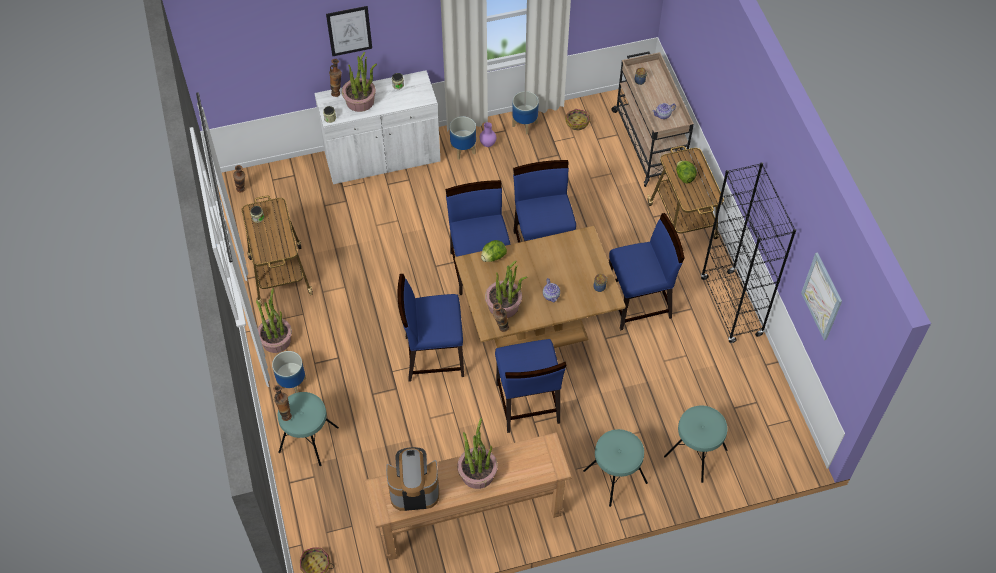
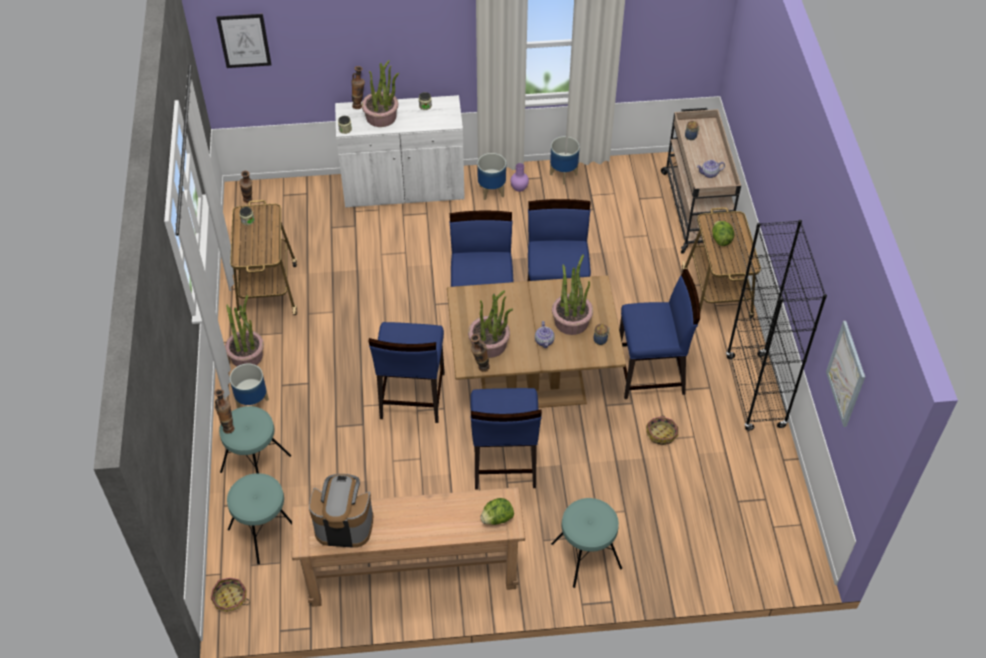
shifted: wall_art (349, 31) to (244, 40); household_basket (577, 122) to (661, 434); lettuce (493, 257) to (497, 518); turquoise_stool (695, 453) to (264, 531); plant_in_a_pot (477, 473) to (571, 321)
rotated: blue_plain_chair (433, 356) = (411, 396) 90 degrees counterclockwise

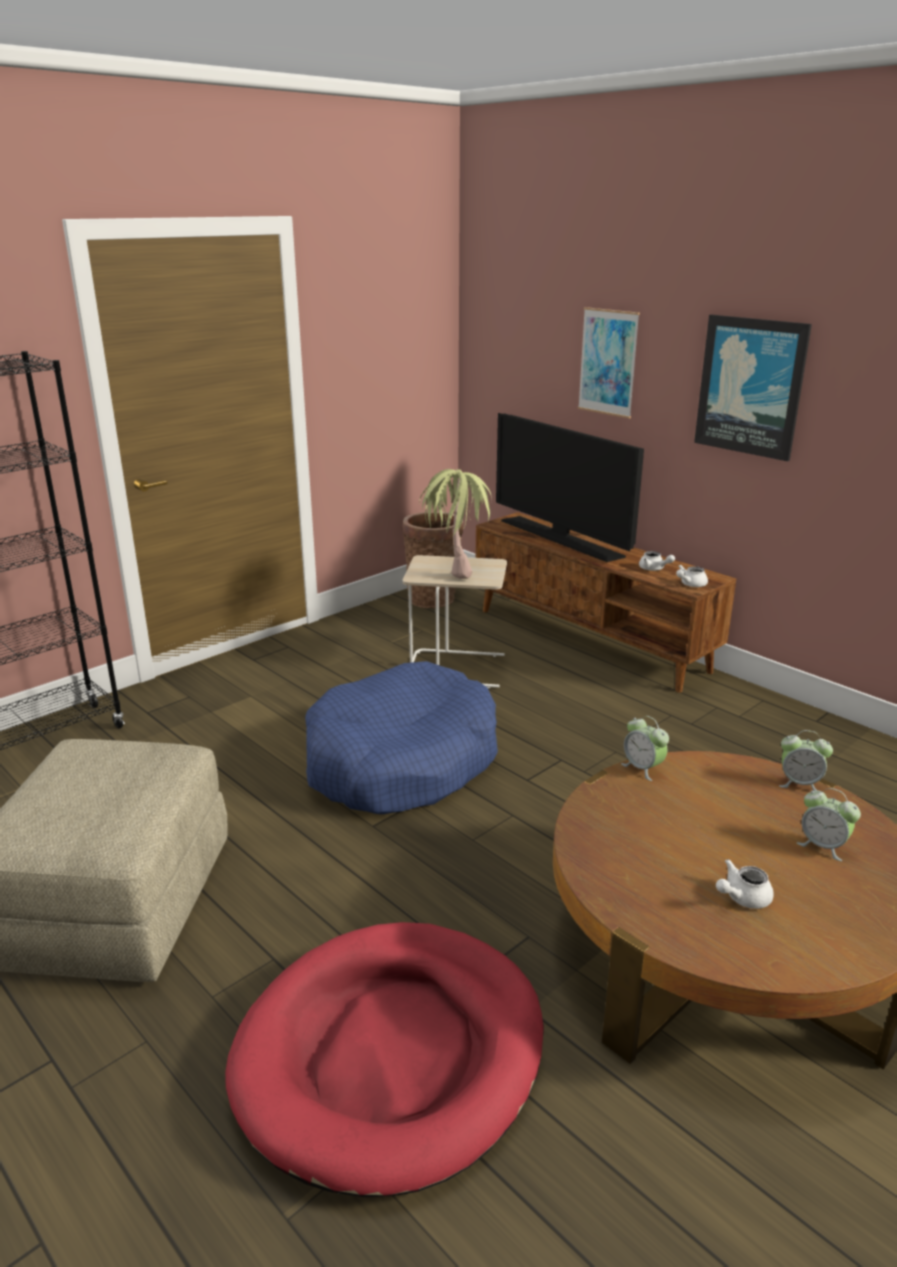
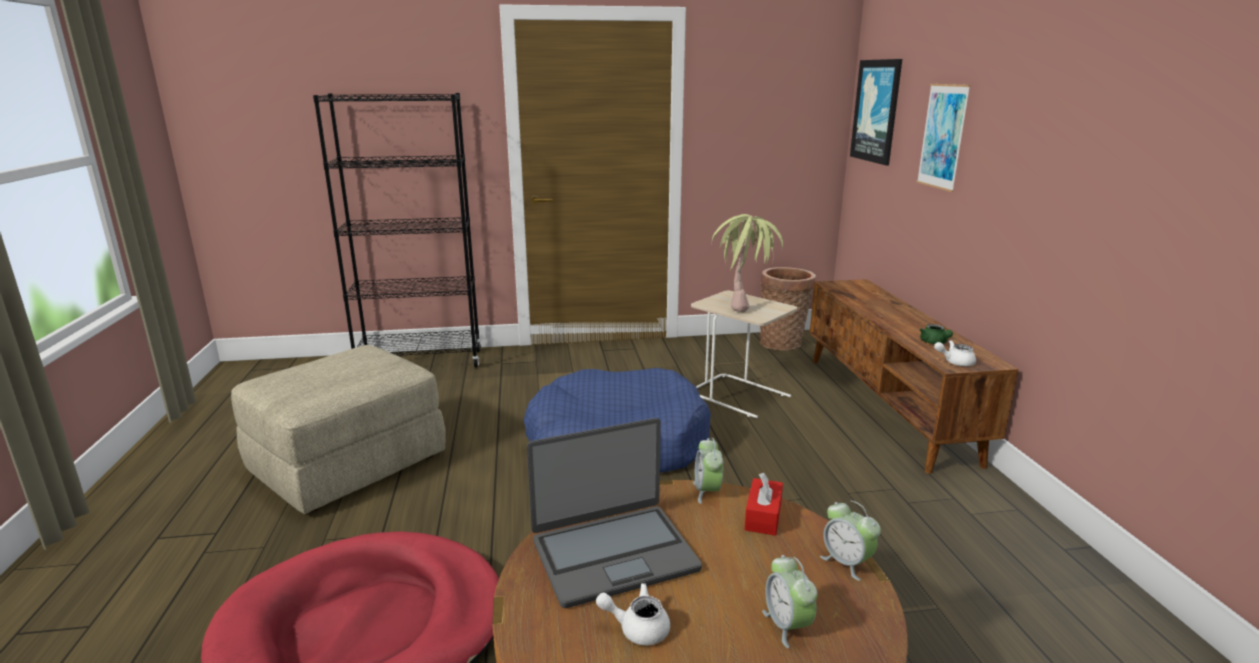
gone: TV (561, 539)
new: notebook_computer (613, 554); red-coloured_tissue_holder (763, 516)
shifted: wall_art (751, 386) to (876, 111)
repainted: white-coloured_teapot (654, 569) to green-coloured_teapot (934, 343)

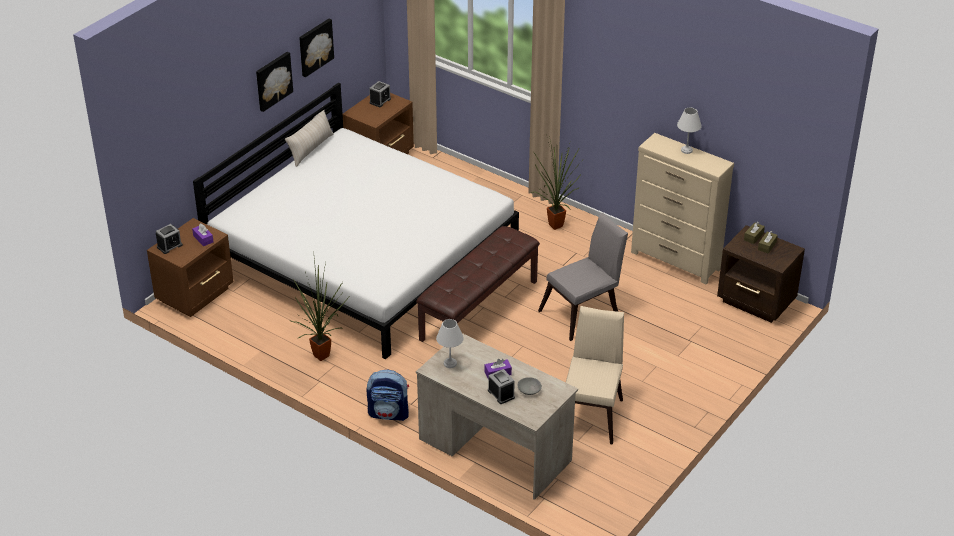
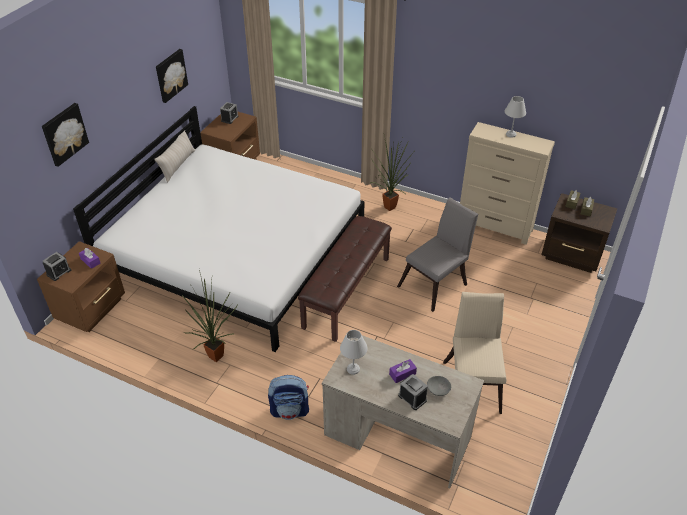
shifted: wall_art (273, 80) to (64, 134)

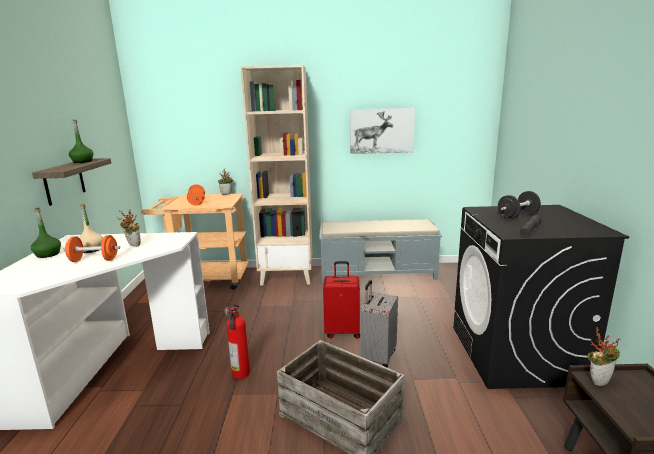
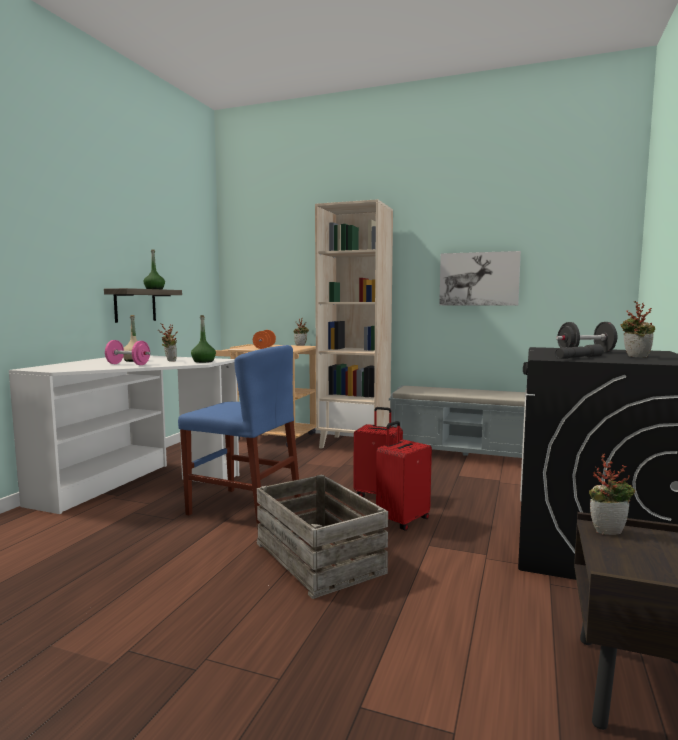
new: plant_in_a_pot (634, 357)
shifted: green-coloured_bottle (48, 254) to (203, 361)
swapped: fire-fighting_cylinder (240, 374) to blue_plain_chair (244, 508)
repainted: orange_free_weight (94, 260) to pink-coloured_free_weight (128, 364); grey_piece_of_luggage (378, 357) to red-coloured_piece_of_luggage (402, 520)

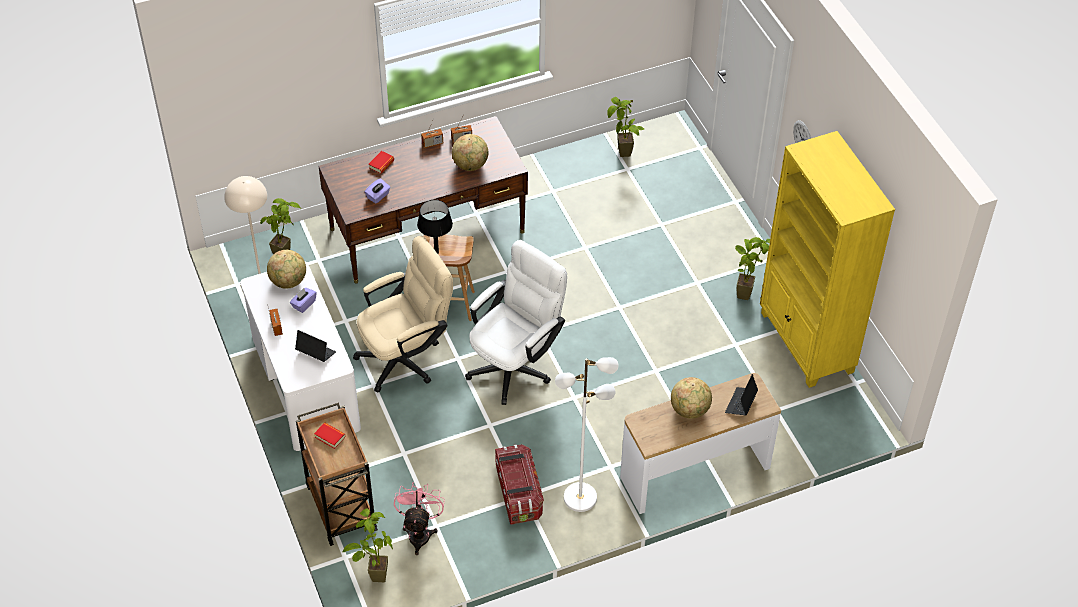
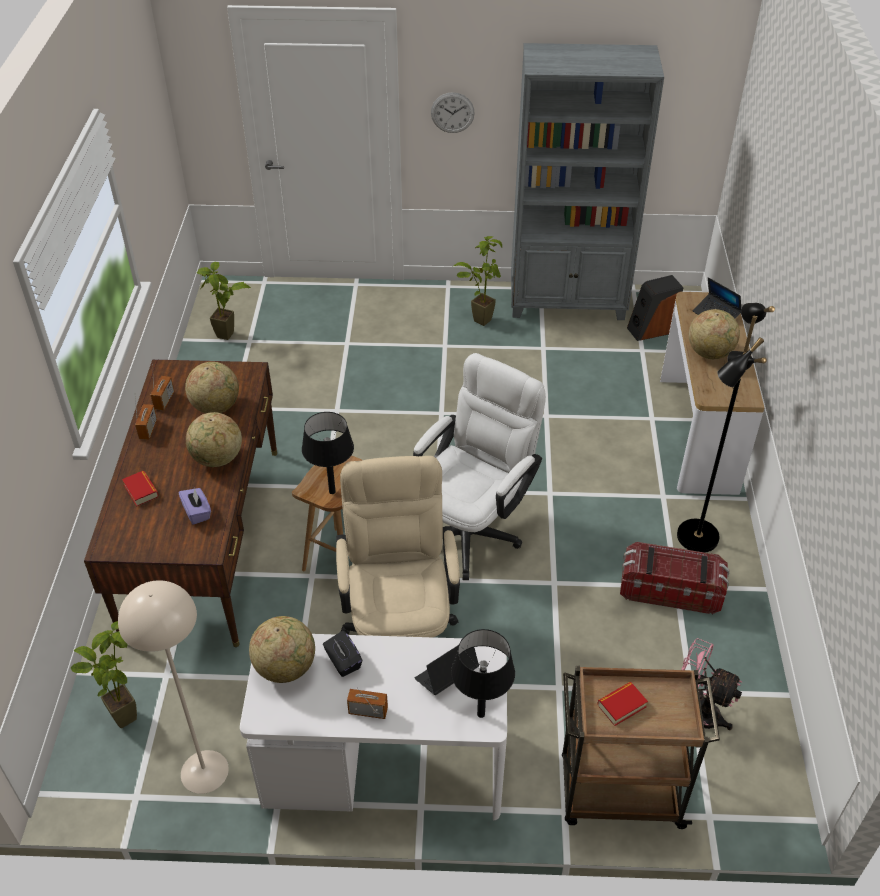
gone: plant_in_a_pot (373, 574)
new: loudspeaker (651, 329); world_globe (217, 459); black_tabletop_lamp (481, 714)
repainted: yellowish_bookcase (806, 343) to grey_bookcase (568, 303); purplish_tissue_holder (304, 304) to black_tissue_holder (343, 662); white-coloured_floor_lamp (580, 496) to black_floor_lamp (696, 536)
rotated: white-coloured_desk_chair (516, 364) = (473, 527) 60 degrees clockwise

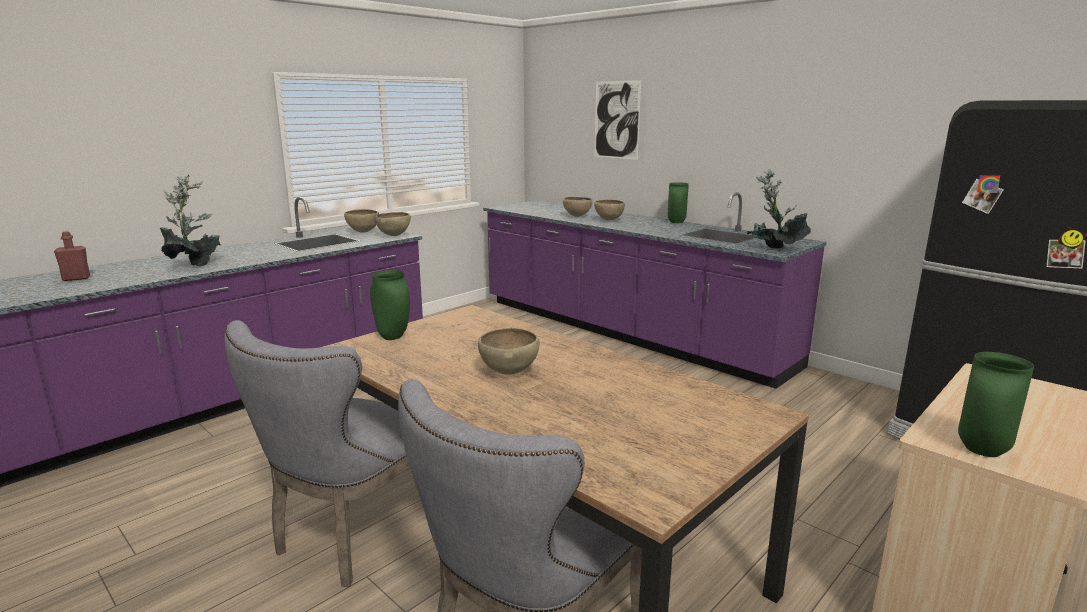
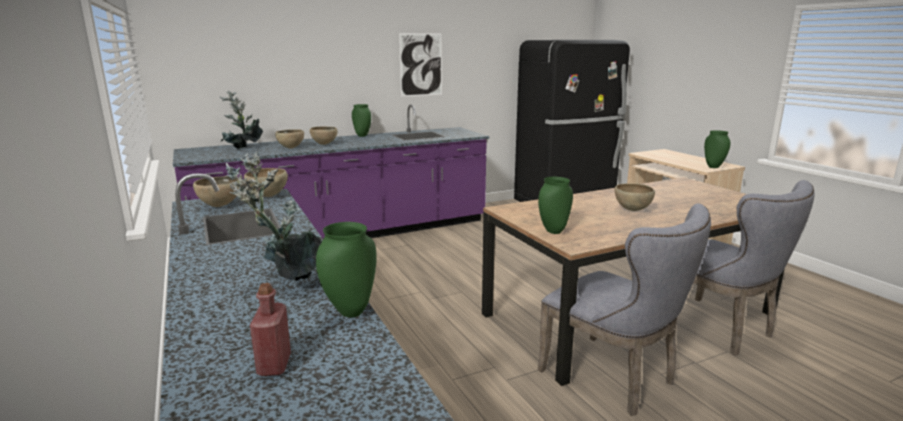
new: green-coloured_decorative_vase (350, 311)
shifted: wall_art (616, 120) to (421, 64); plant_in_a_pot (773, 250) to (243, 149)

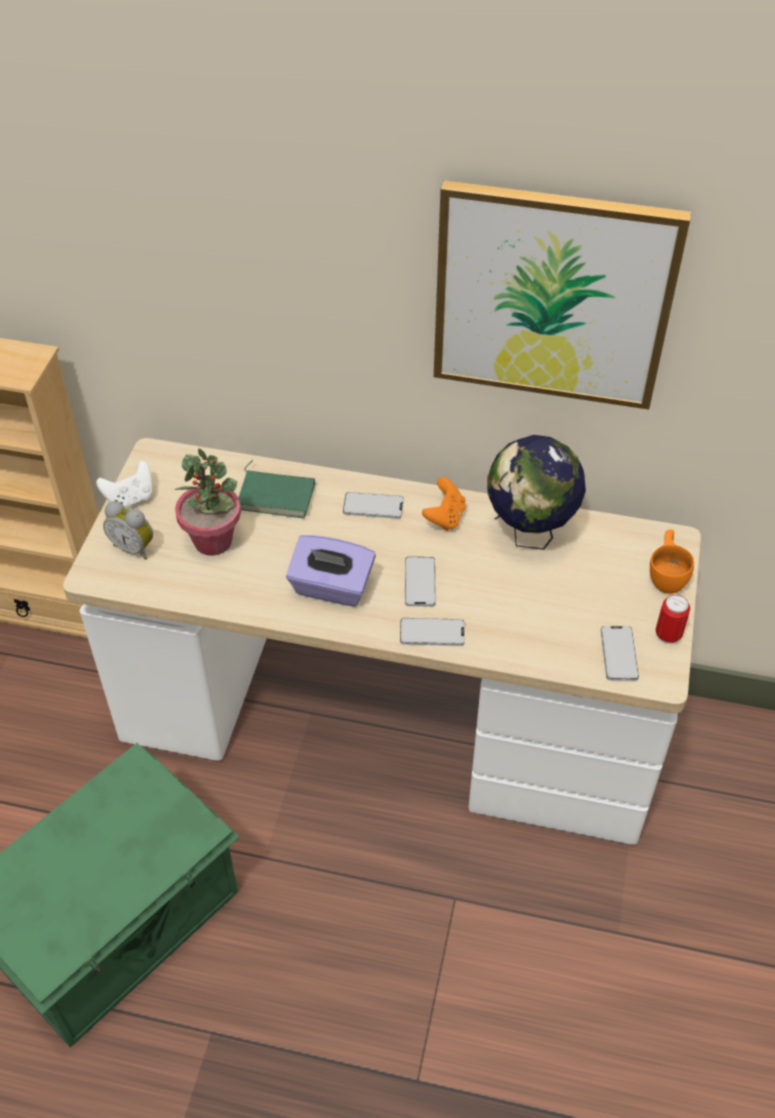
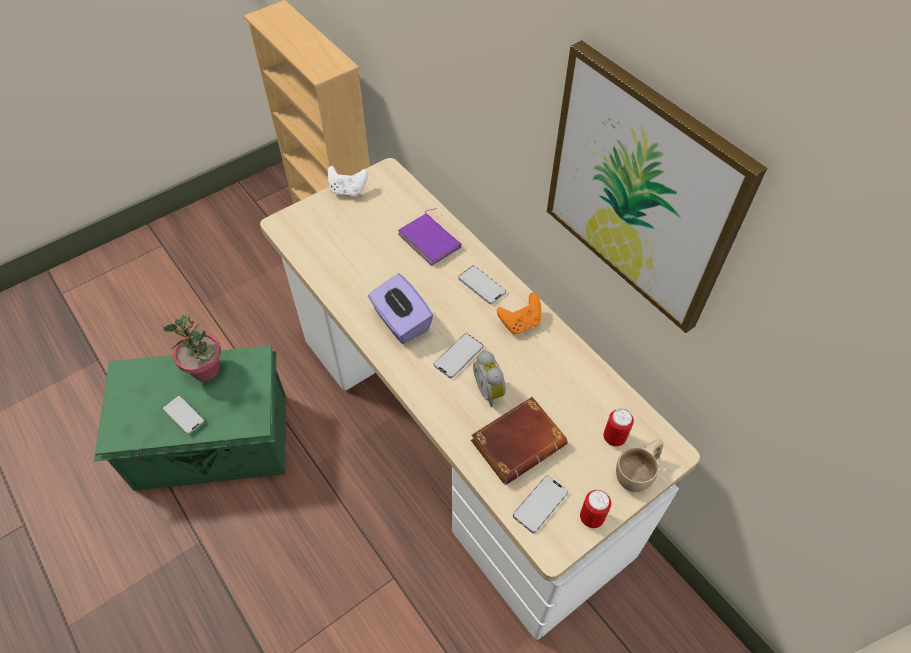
gone: world_globe (529, 535)
new: brown-coloured_volume (518, 441); can (614, 438)
shifted: plant_in_a_pot (213, 541) to (206, 370); bedside_clock (134, 547) to (490, 391); phone (432, 633) to (183, 415)
repainted: green-coloured_volume (277, 495) to purplish_volume (431, 240); orange_drinking_cup (667, 575) to beige_drinking_cup (638, 473)

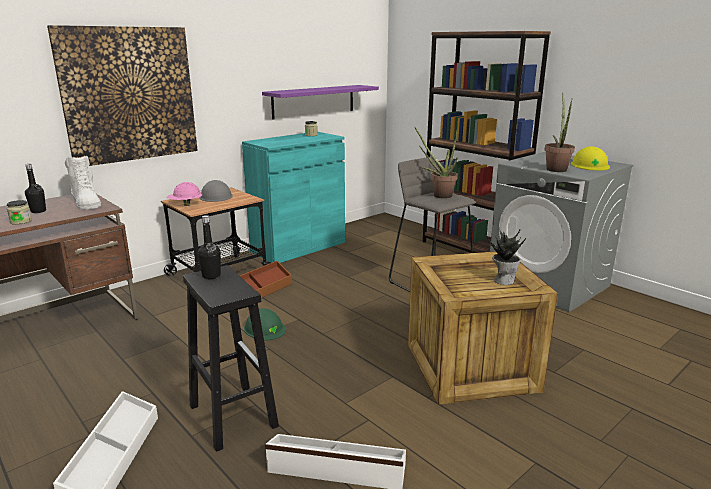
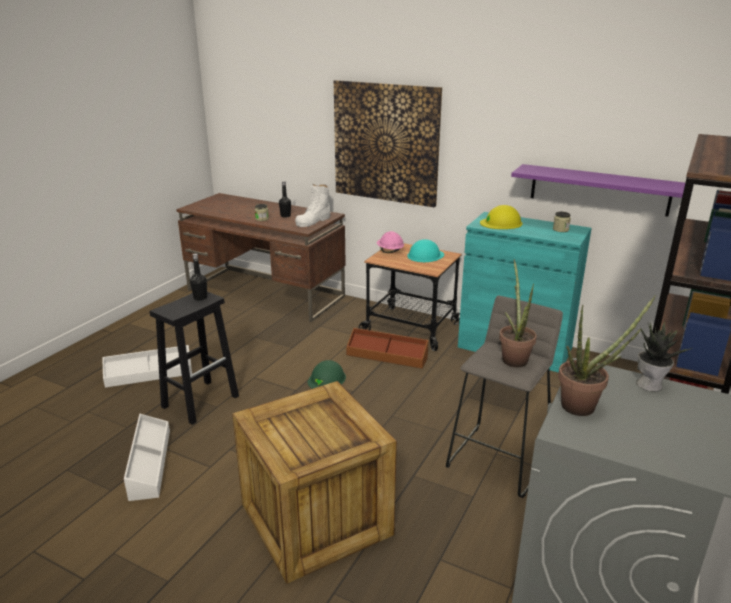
shifted: yellowish_hard_hat (590, 165) to (501, 223); plant_in_a_pot (503, 280) to (650, 384)
repainted: grey_hard_hat (216, 196) to turquoise_hard_hat (425, 255)

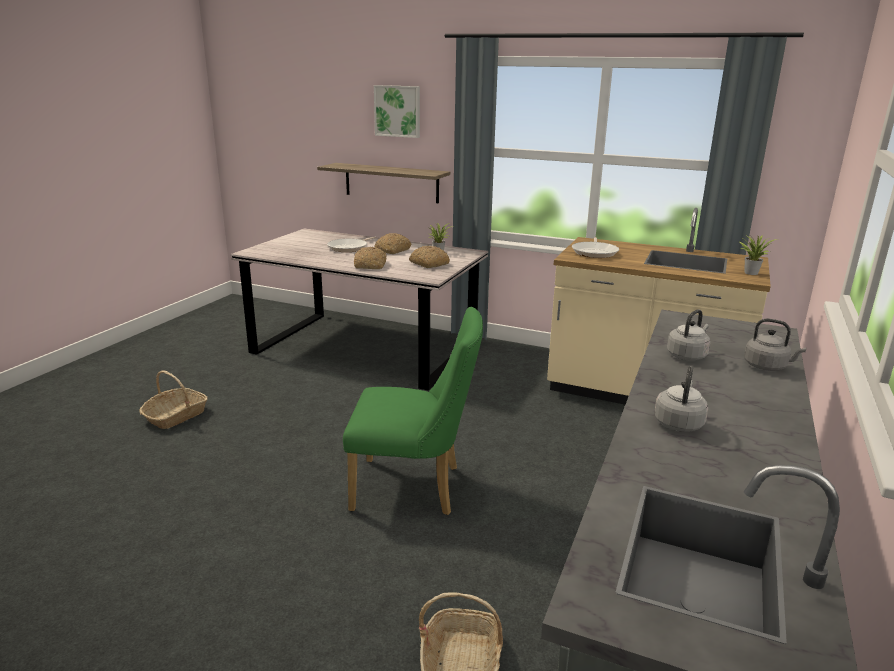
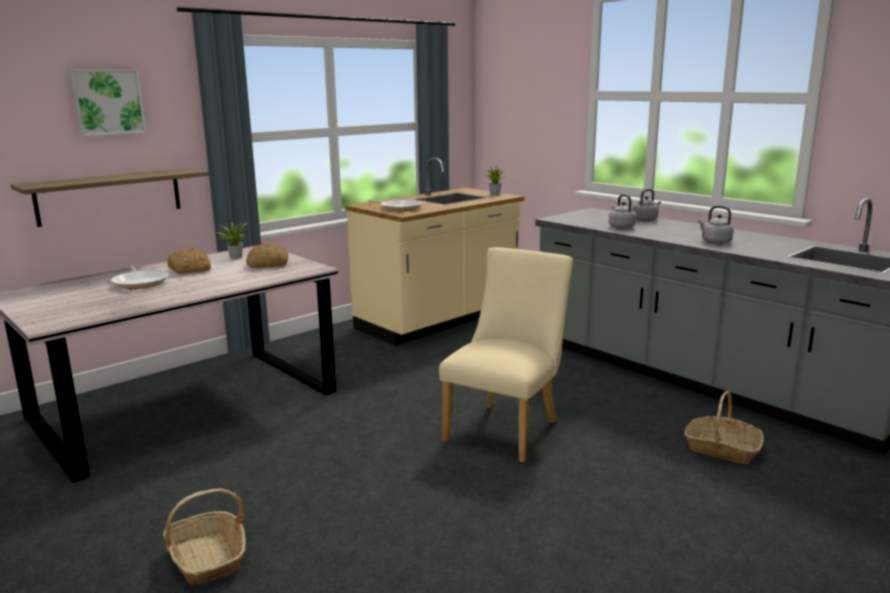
gone: baked_bread (370, 265)
repainted: green-coloured_plain_chair (415, 488) to beige_plain_chair (507, 428)

